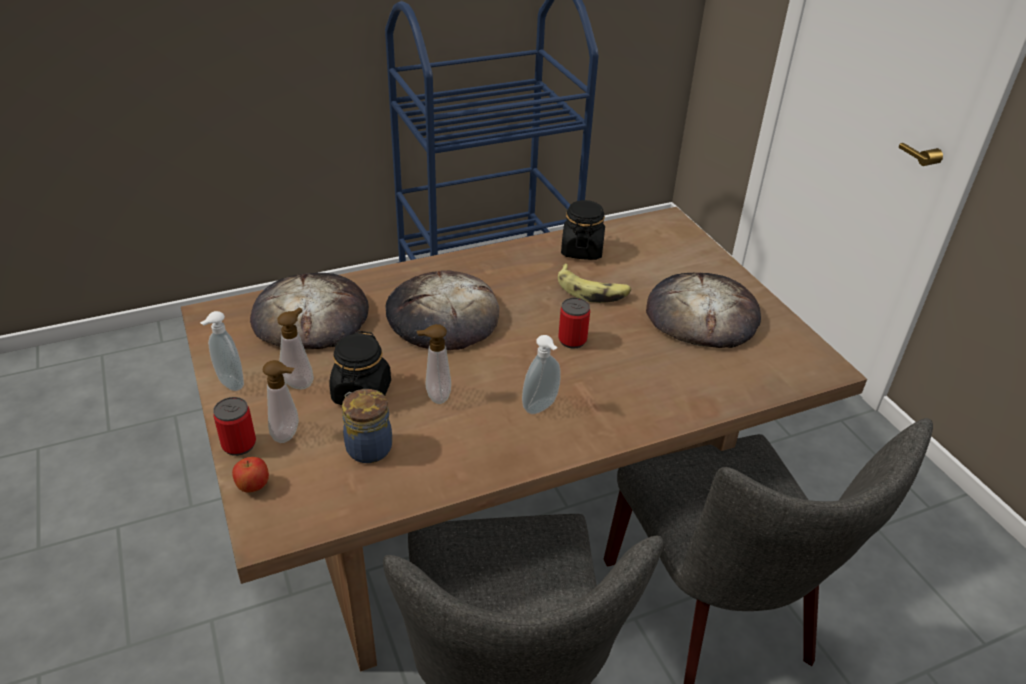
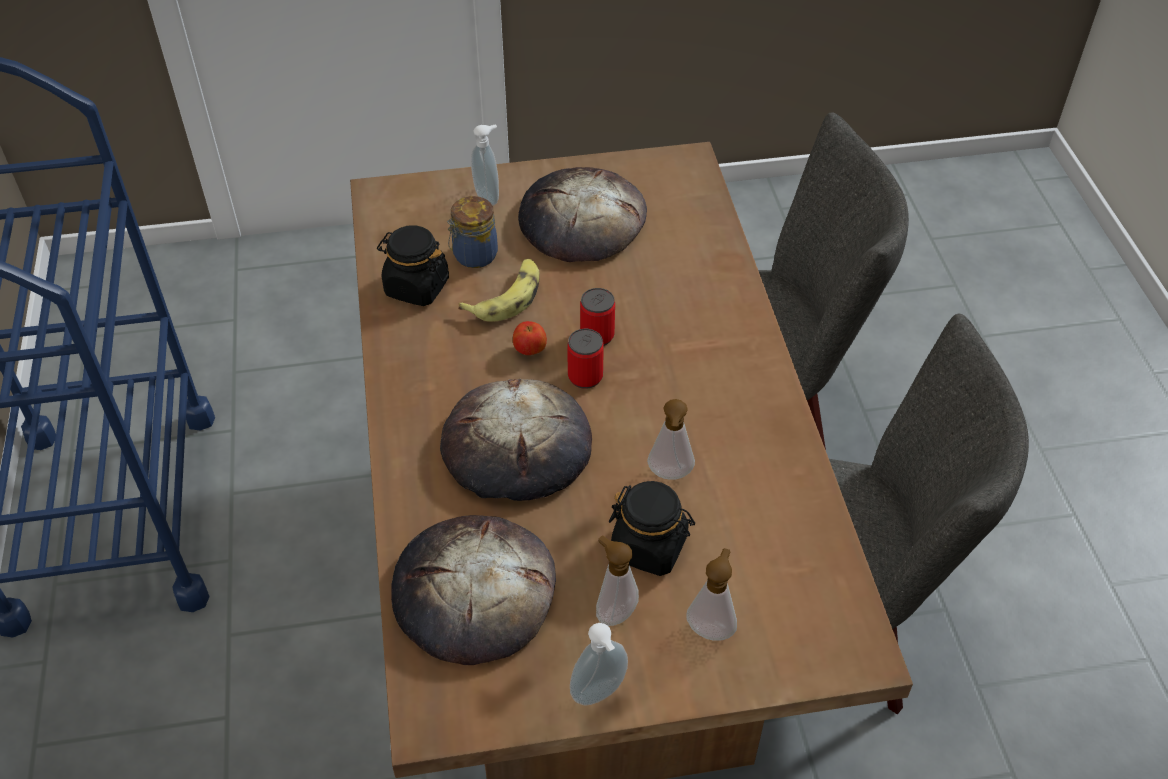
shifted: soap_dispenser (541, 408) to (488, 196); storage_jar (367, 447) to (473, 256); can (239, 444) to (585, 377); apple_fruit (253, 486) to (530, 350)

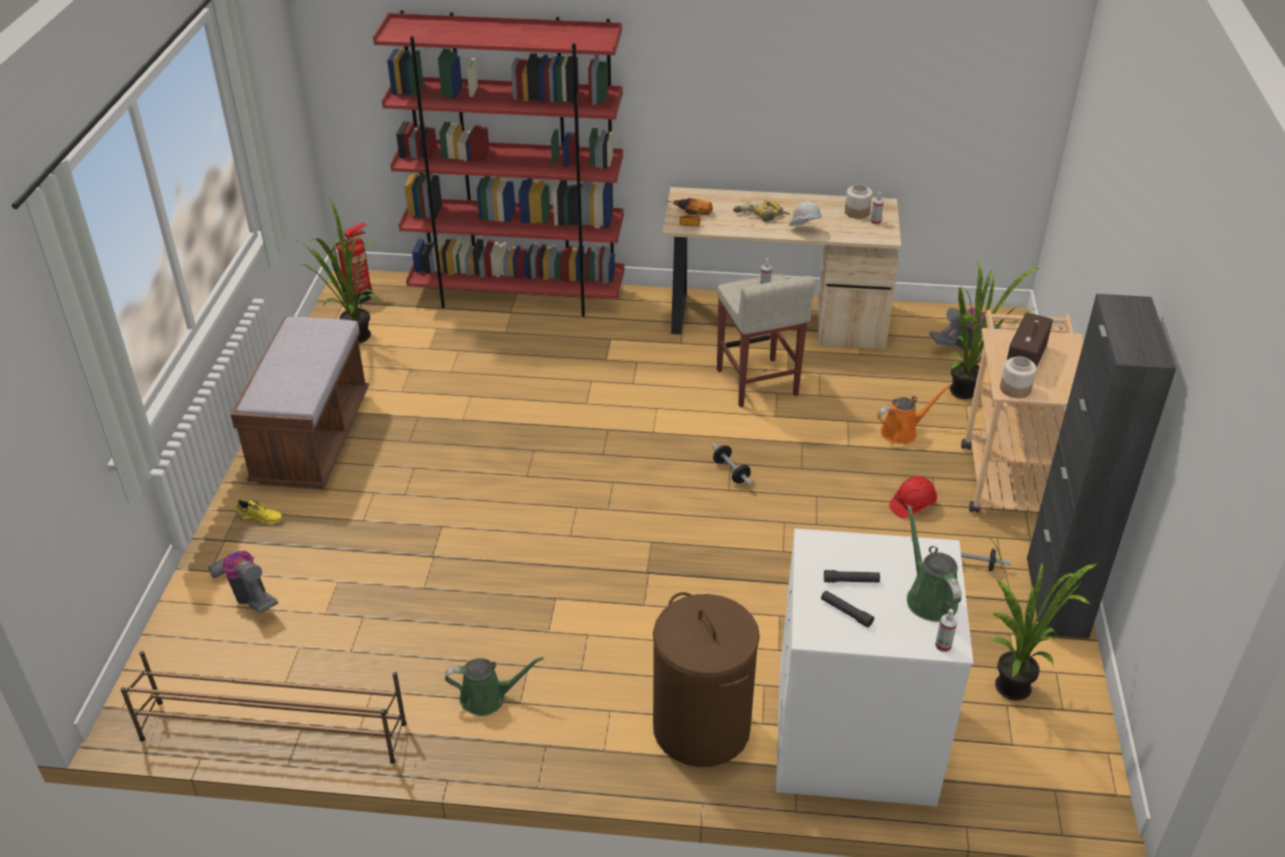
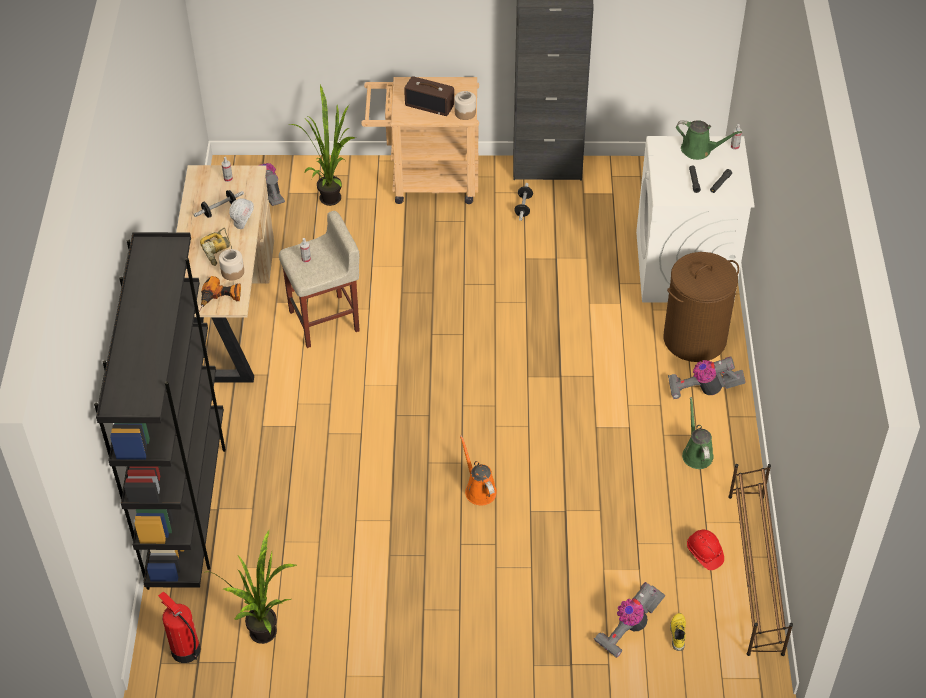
gone: brown-coloured_bench (312, 440); plant_in_a_pot (1013, 695)
new: hoover (703, 389)
shifted: storage_jar (857, 212) to (232, 272); orange_watering_can (902, 431) to (479, 489); free_weight (731, 472) to (219, 210); red-coloured_hard_hat (912, 505) to (704, 553); yellowish_low_shoe (260, 517) to (677, 633)
repainted: red-coloured_bookcase (518, 295) to black_bookcase (188, 507)
rotated: green-coloured_watering_can (929, 598) = (699, 150) 135 degrees counterclockwise

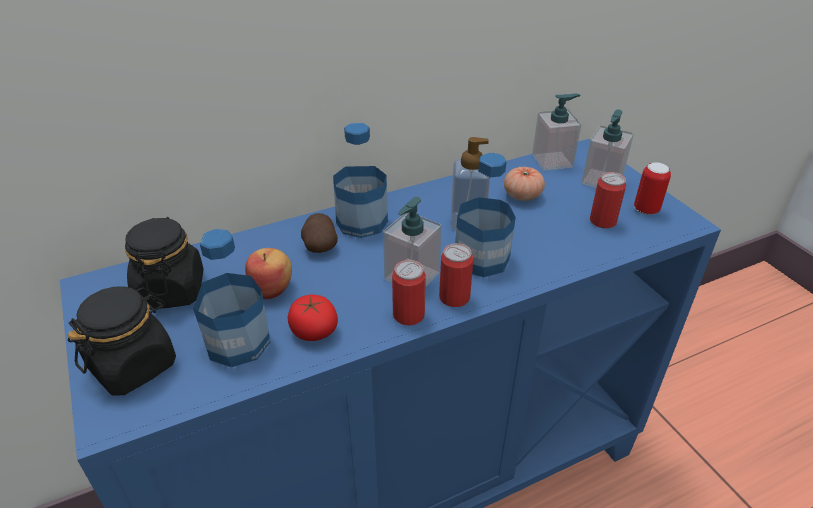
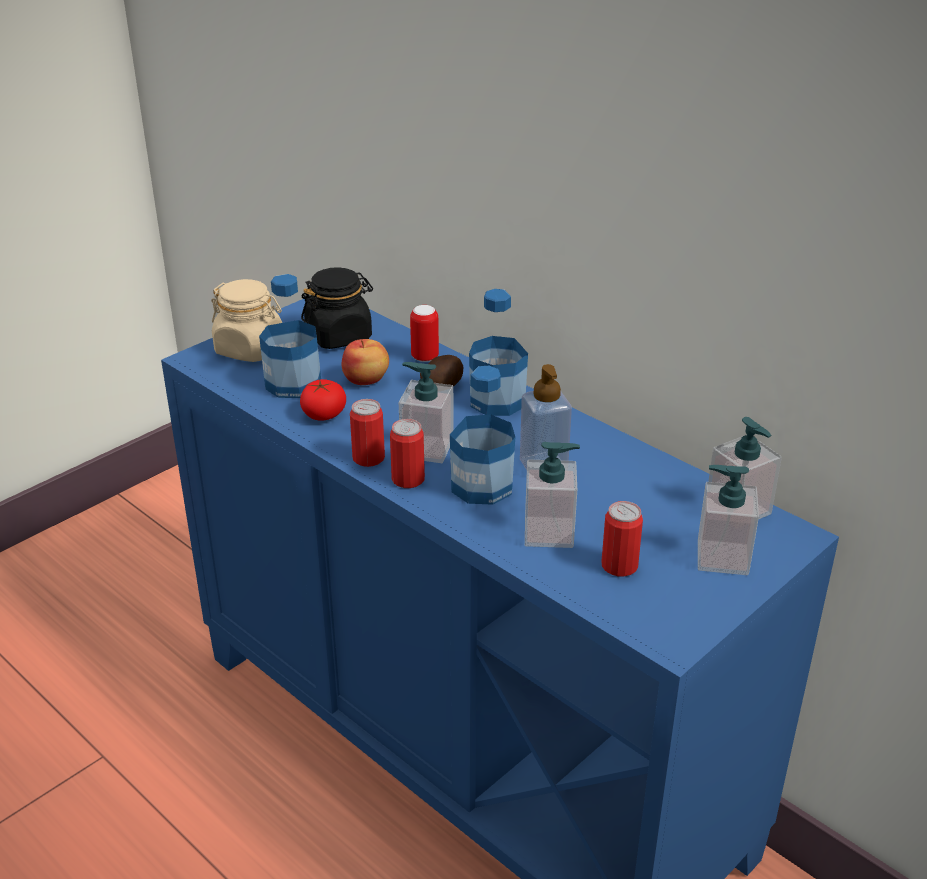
gone: fresh_tomato (522, 195)
new: soap_dispenser (549, 532)
shifted: can (646, 210) to (425, 357)
repainted: black_storage_jar (134, 365) to beige_storage_jar (250, 349)

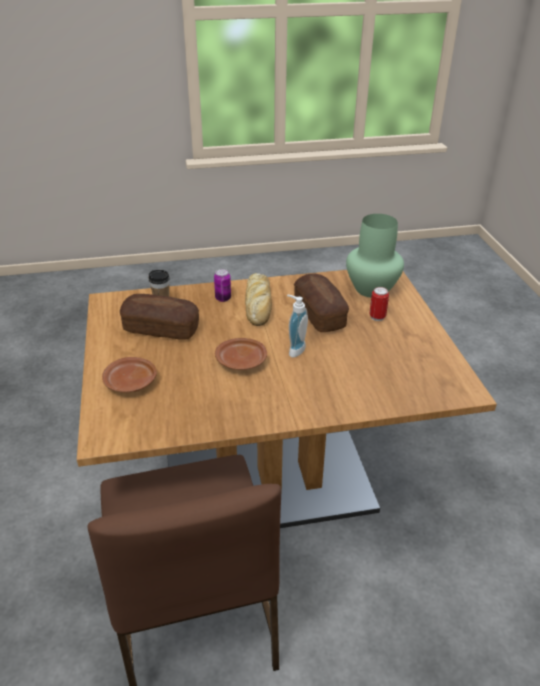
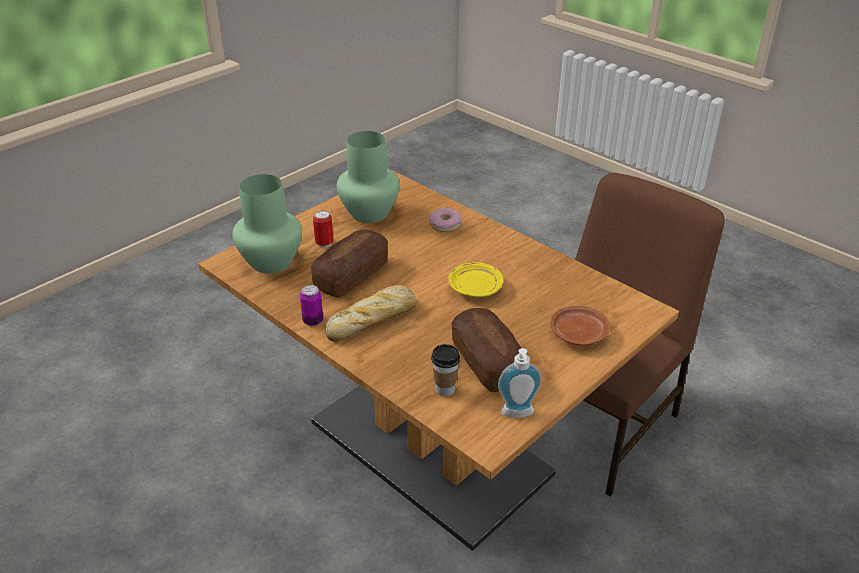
new: green-coloured_decorative_vase (370, 214); ring_doughnut (445, 225)
shifted: can (223, 298) to (313, 321); soap_dispenser (294, 349) to (518, 415)
repainted: brown-coloured_dinner_plate (242, 361) to yellowish_dinner_plate (475, 287)

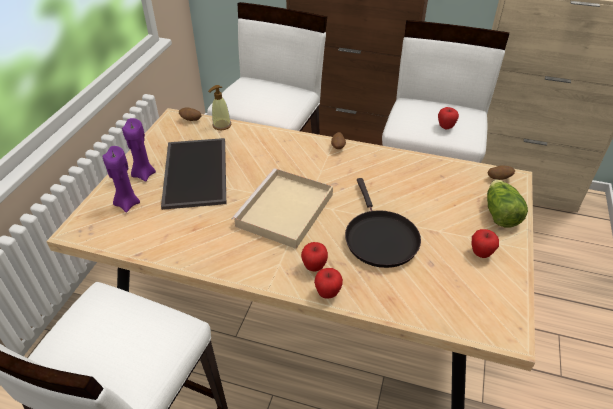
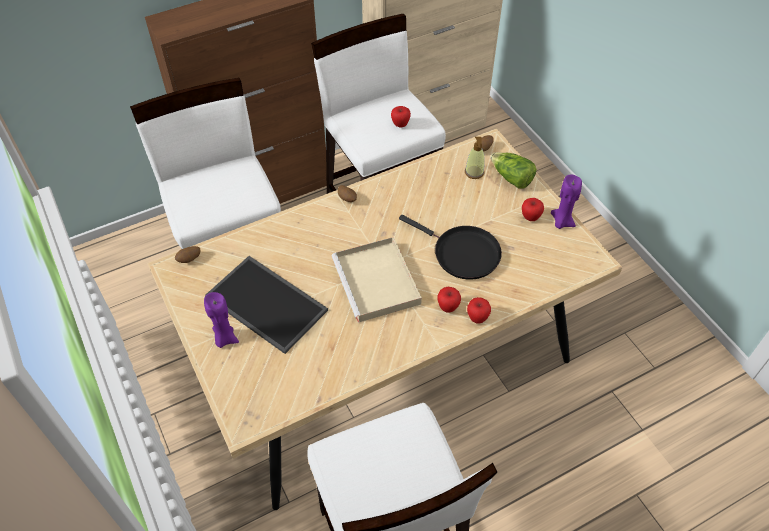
shifted: soap_dispenser (221, 125) to (474, 172); purplish_candle (127, 203) to (561, 222)

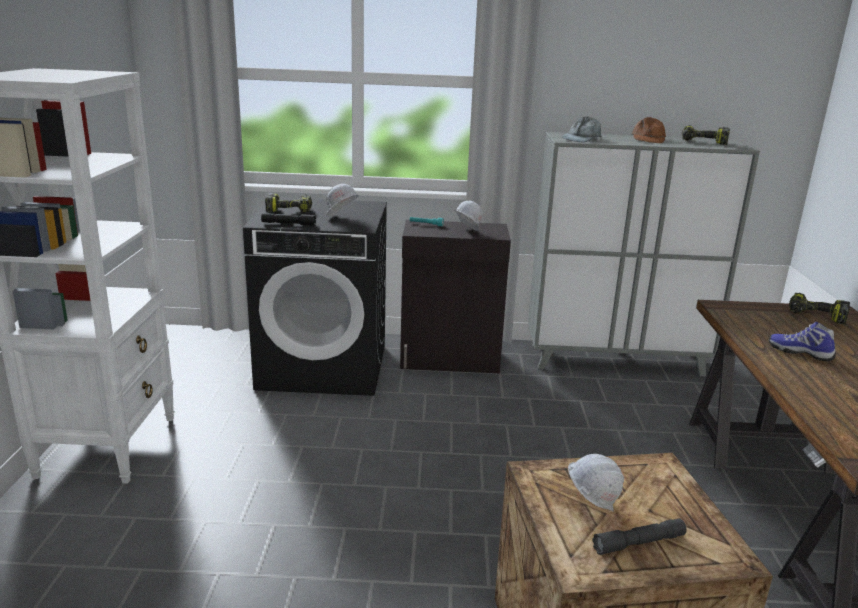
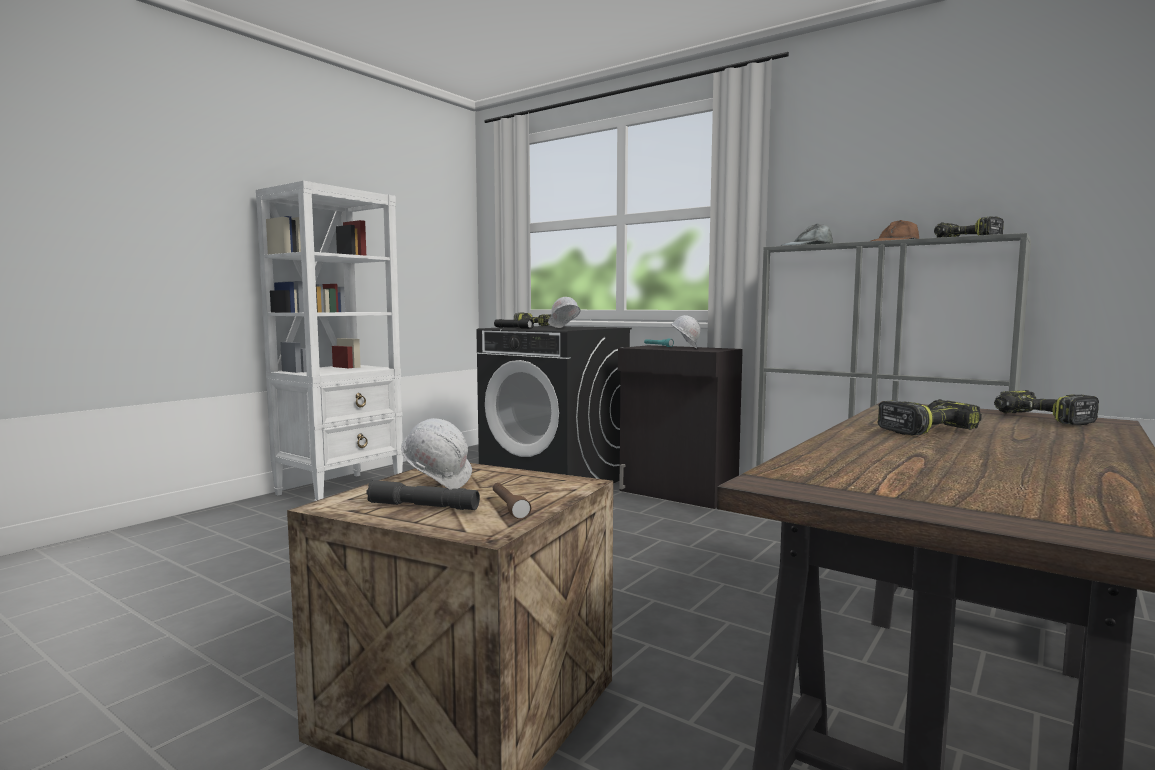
new: brown-coloured_torch (508, 507)
swapped: low_shoe (800, 352) to drill (926, 430)

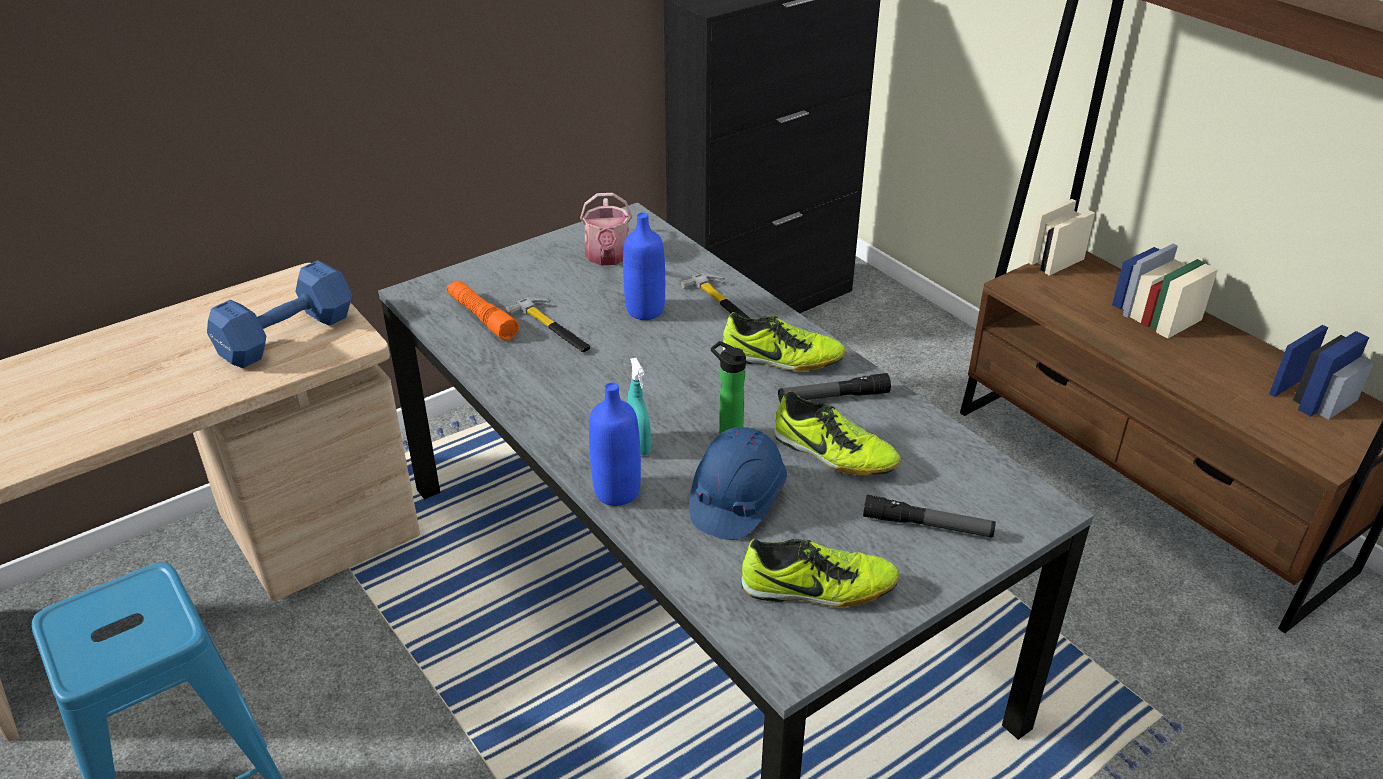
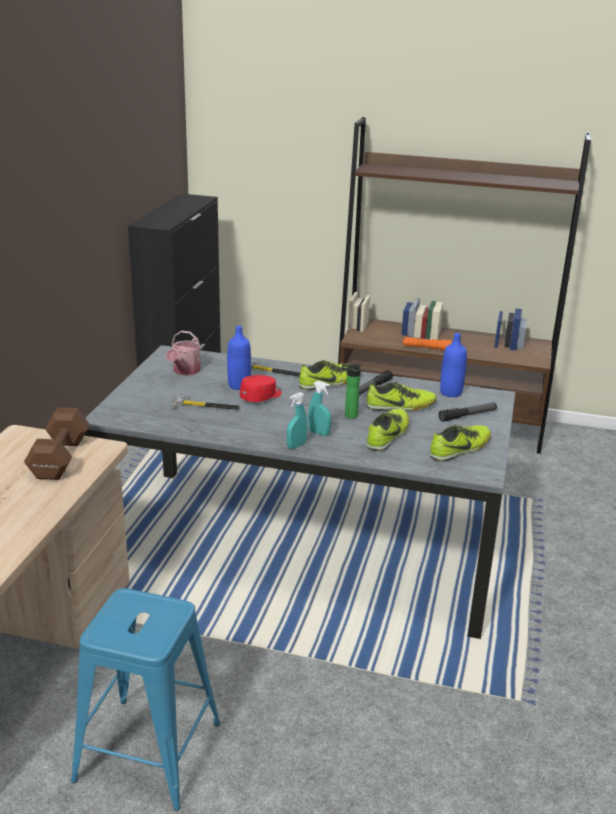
new: red-coloured_cap (261, 397); turquoise_hand_sprayer (296, 446)
shifted: orange_torch (482, 317) to (426, 348); blue_bottle (617, 492) to (451, 392)
swapped: blue_hard_hat (736, 500) to low_shoe (388, 435)
repainted: blue_free_weight (283, 337) to brown-coloured_free_weight (58, 459)
rotated: watering_can (608, 257) = (185, 371) 60 degrees clockwise

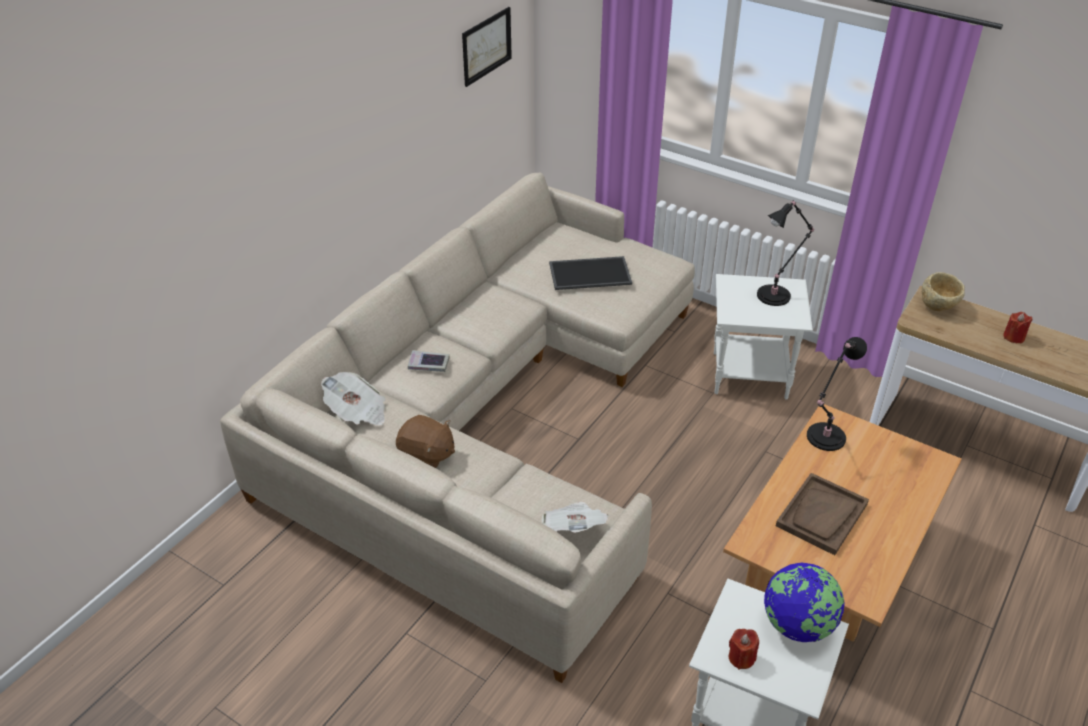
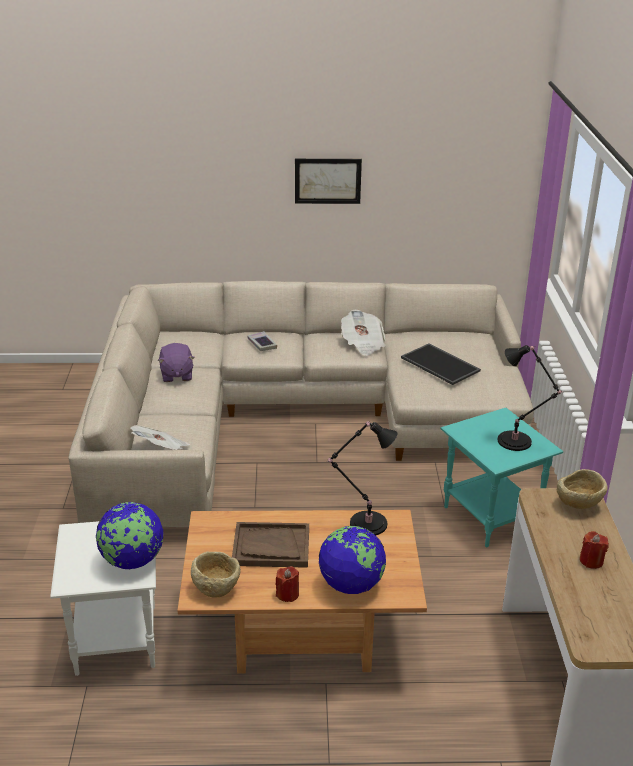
new: world_globe (351, 585); beige_deep_dish (216, 589)
shifted: wall_art (486, 46) to (327, 181); printed_paper (357, 412) to (362, 344); red-coloured_candle (741, 658) to (287, 594)
repainted: white-coloured_end_table (751, 375) to turquoise_end_table (491, 518); brown-coloured_plush_toy (426, 455) to purplish_plush_toy (176, 375)

